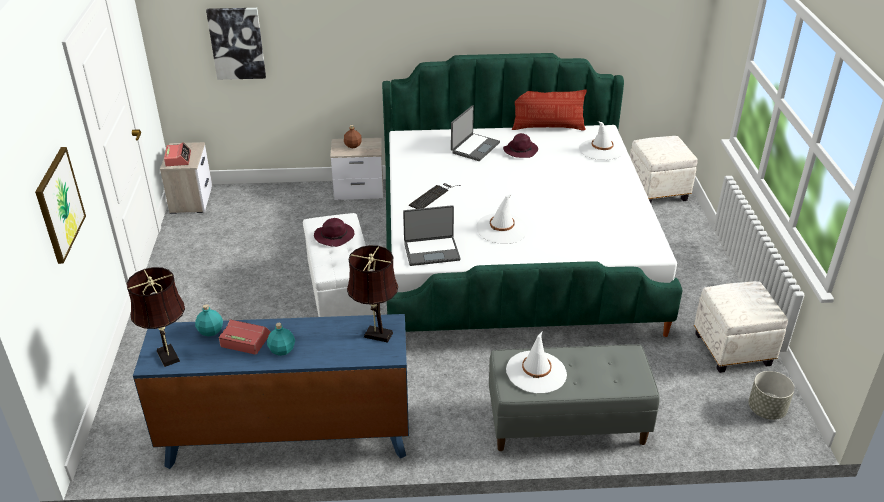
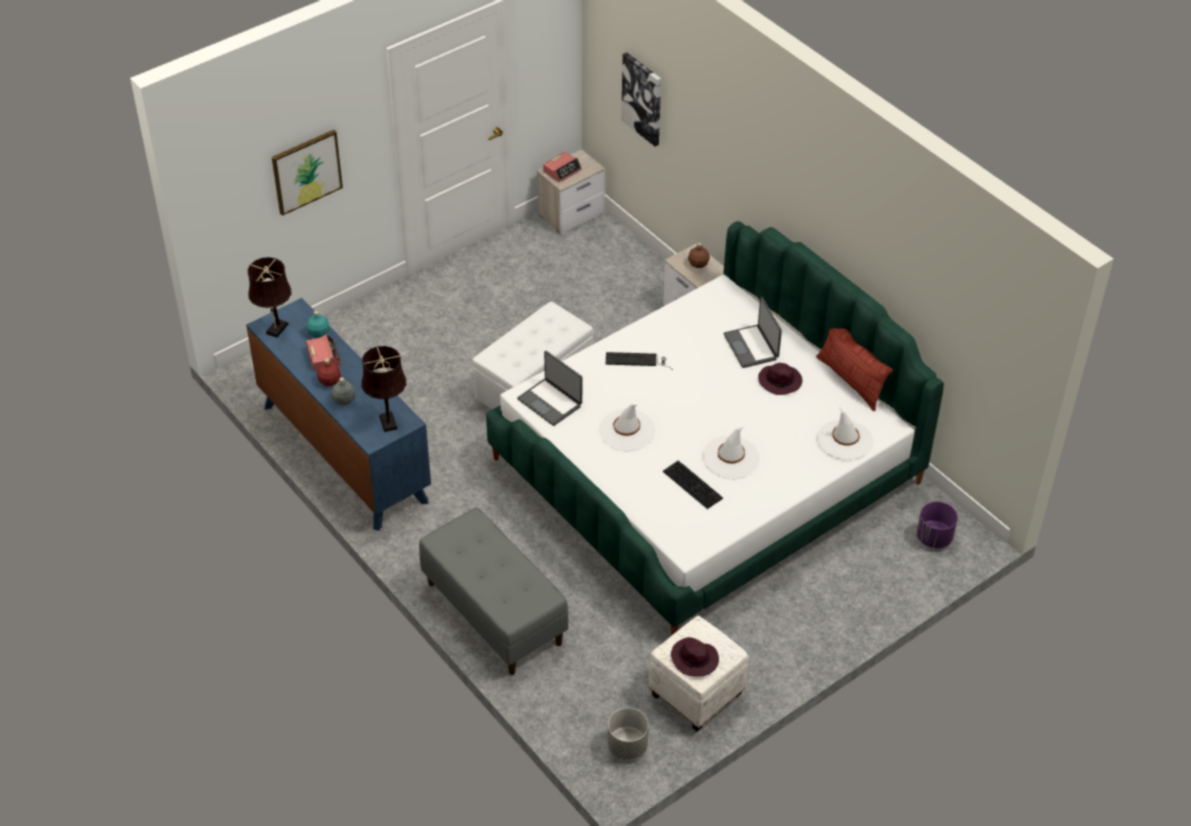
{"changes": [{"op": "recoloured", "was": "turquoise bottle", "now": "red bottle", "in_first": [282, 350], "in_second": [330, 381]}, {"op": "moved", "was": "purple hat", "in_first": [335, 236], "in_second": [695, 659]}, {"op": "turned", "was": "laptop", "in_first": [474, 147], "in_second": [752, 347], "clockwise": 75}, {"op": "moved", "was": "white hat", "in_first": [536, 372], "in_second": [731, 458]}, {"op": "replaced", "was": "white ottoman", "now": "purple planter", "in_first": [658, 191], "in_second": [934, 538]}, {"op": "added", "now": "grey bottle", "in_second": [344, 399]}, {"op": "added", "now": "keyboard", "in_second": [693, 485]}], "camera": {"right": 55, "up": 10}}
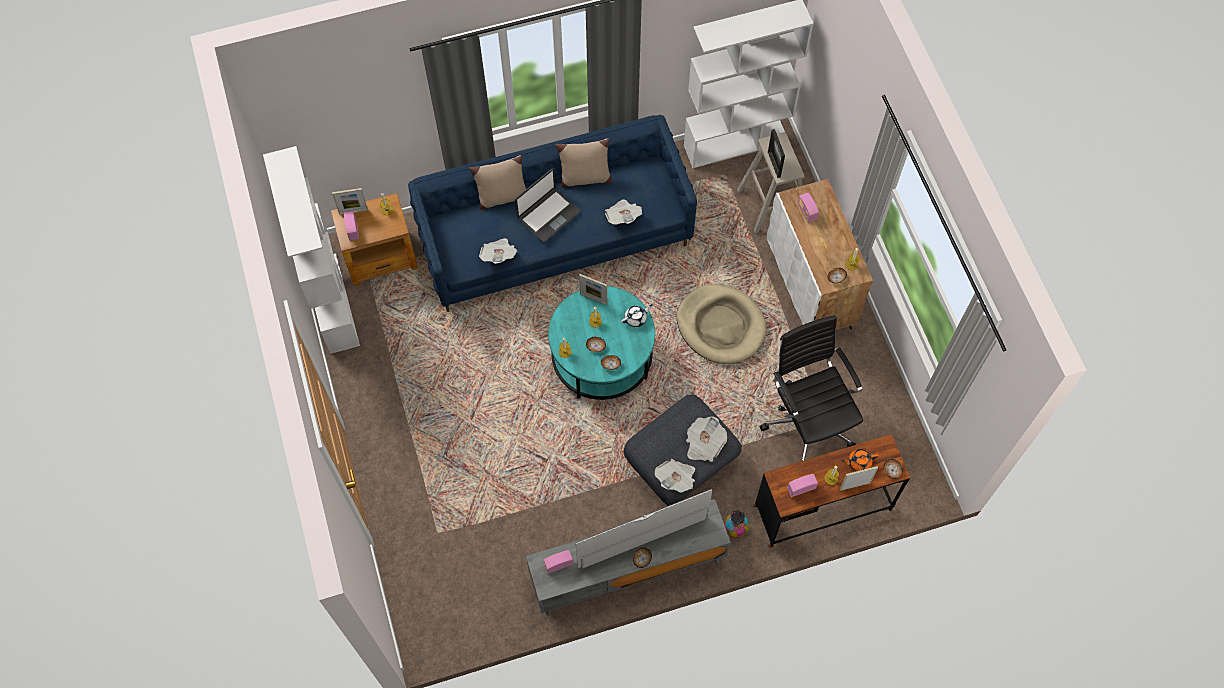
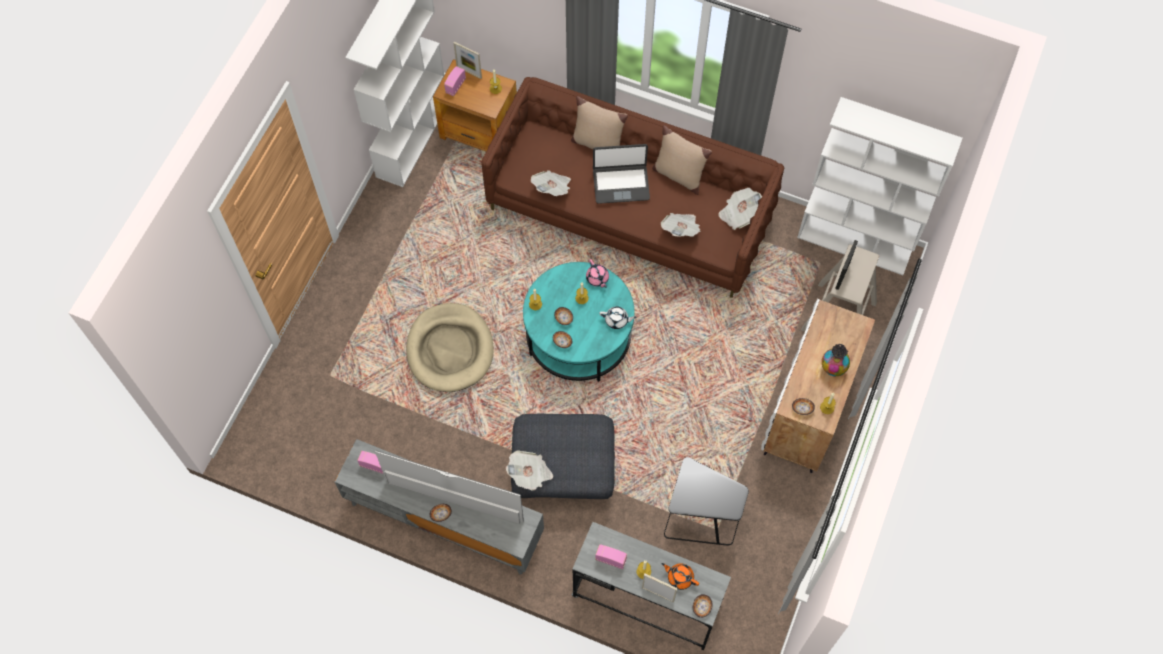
{"changes": [{"op": "recoloured", "was": "blue sofa", "now": "brown sofa", "in_first": [555, 237], "in_second": [630, 212]}, {"op": "replaced", "was": "picture frame", "now": "pink teapot", "in_first": [593, 298], "in_second": [597, 278]}, {"op": "moved", "was": "beige dog bed", "in_first": [721, 326], "in_second": [450, 349]}, {"op": "moved", "was": "newspaper", "in_first": [704, 444], "in_second": [739, 214]}, {"op": "moved", "was": "vase", "in_first": [735, 529], "in_second": [833, 368]}, {"op": "recoloured", "was": "brown desk", "now": "grey desk", "in_first": [822, 508], "in_second": [646, 600]}, {"op": "replaced", "was": "black office chair", "now": "black side table", "in_first": [808, 421], "in_second": [701, 520]}, {"op": "removed", "was": "radio", "in_first": [806, 212]}], "camera": {"right": 40, "up": 0}}
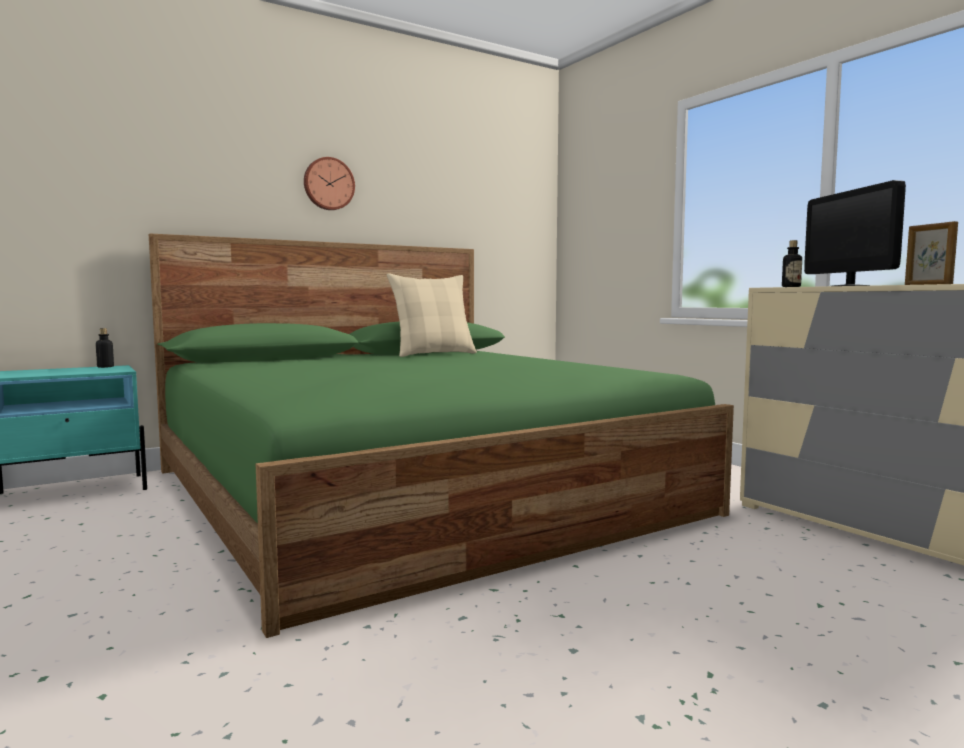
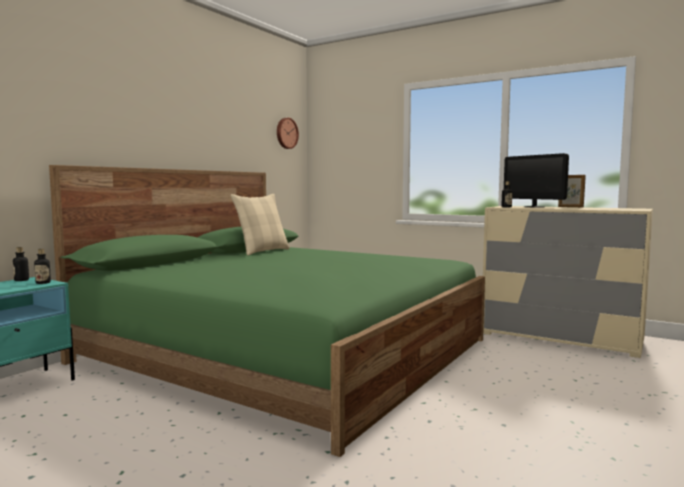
{"changes": [{"op": "moved", "was": "wall clock", "in_first": [328, 184], "in_second": [286, 133]}, {"op": "added", "now": "bottle", "in_second": [43, 283]}], "camera": {"right": -25, "up": 0}}
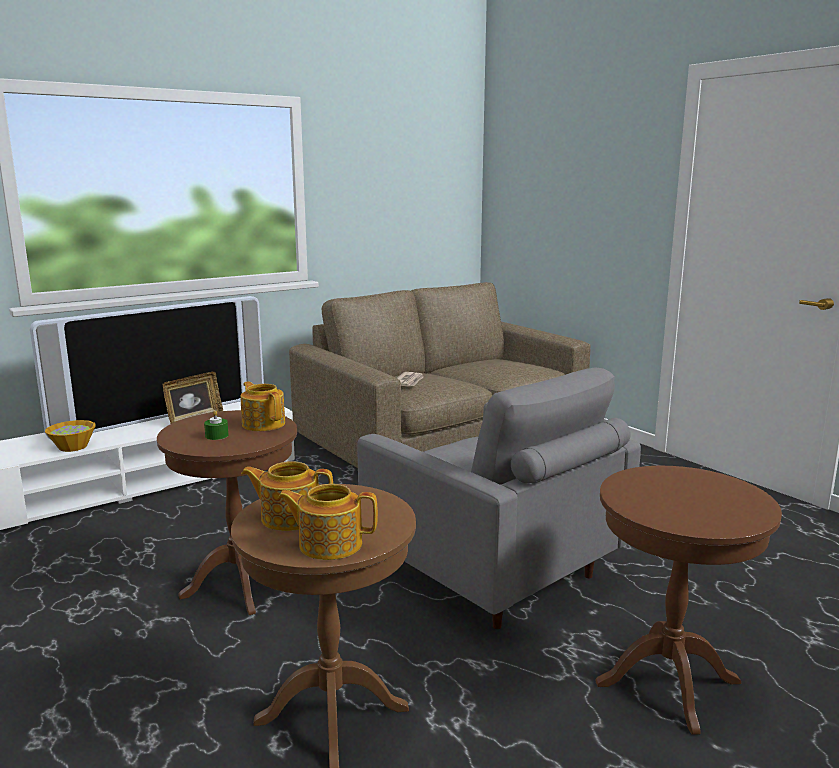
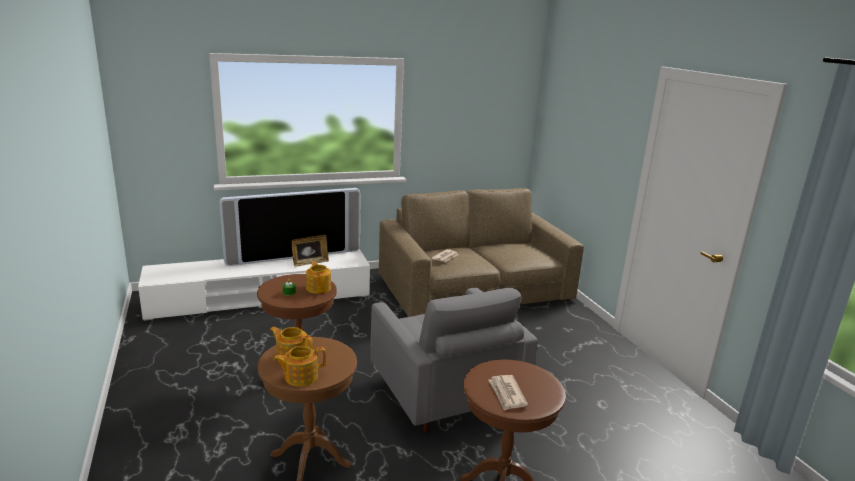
{"changes": [{"op": "removed", "was": "bowl", "in_first": [73, 447]}, {"op": "turned", "was": "teapot", "in_first": [329, 544], "in_second": [300, 377], "clockwise": -45}, {"op": "added", "now": "newspaper", "in_second": [507, 394]}], "camera": {"right": 15, "up": 5}}
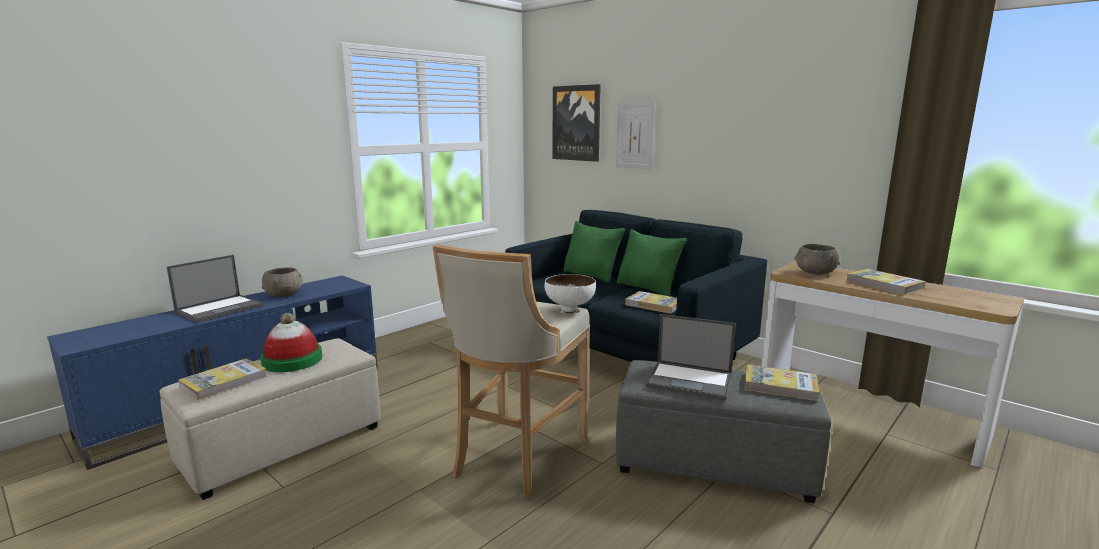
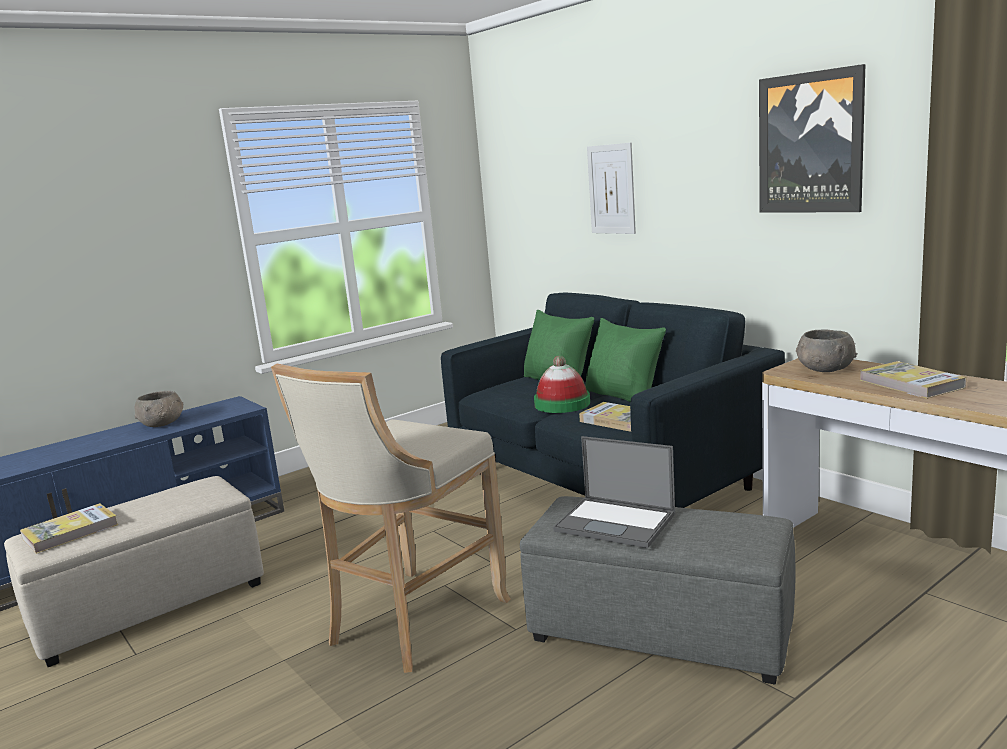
{"changes": [{"op": "removed", "was": "laptop", "in_first": [220, 309]}, {"op": "moved", "was": "hat", "in_first": [292, 360], "in_second": [562, 404]}, {"op": "removed", "was": "white bowl", "in_first": [570, 310]}, {"op": "moved", "was": "picture", "in_first": [576, 123], "in_second": [810, 143]}, {"op": "removed", "was": "book", "in_first": [780, 386]}], "camera": {"right": 10, "up": 0}}
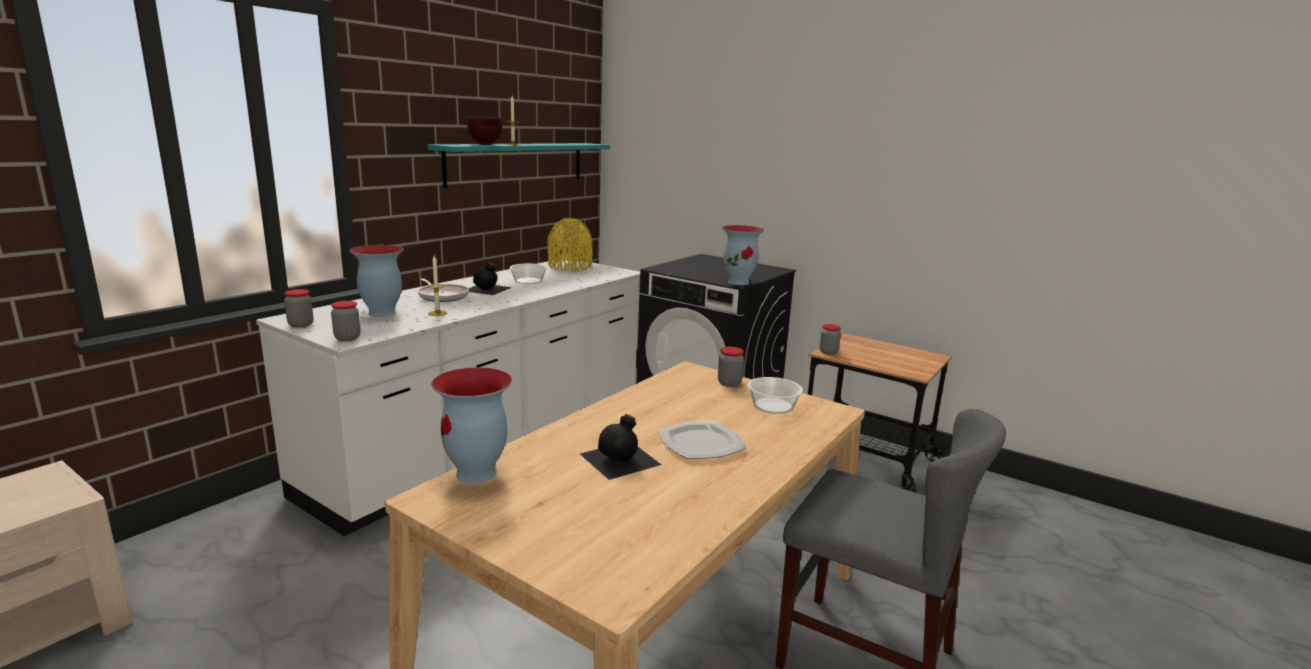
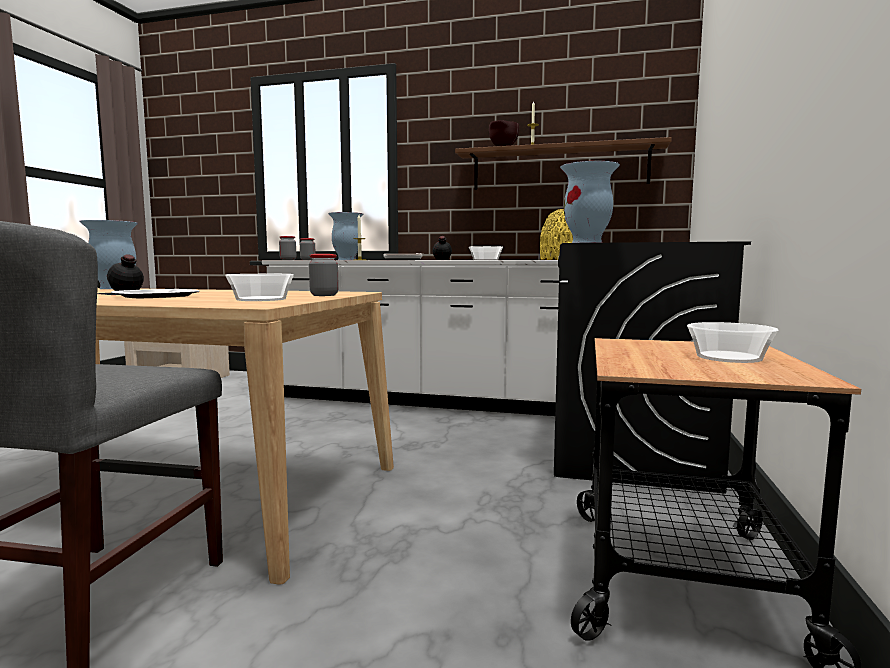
{"changes": [{"op": "recoloured", "was": "turquoise shelf", "now": "brown shelf", "in_first": [517, 163], "in_second": [559, 168]}, {"op": "removed", "was": "jar", "in_first": [828, 352]}, {"op": "added", "now": "bowl", "in_second": [730, 357]}], "camera": {"right": 70, "up": -10}}
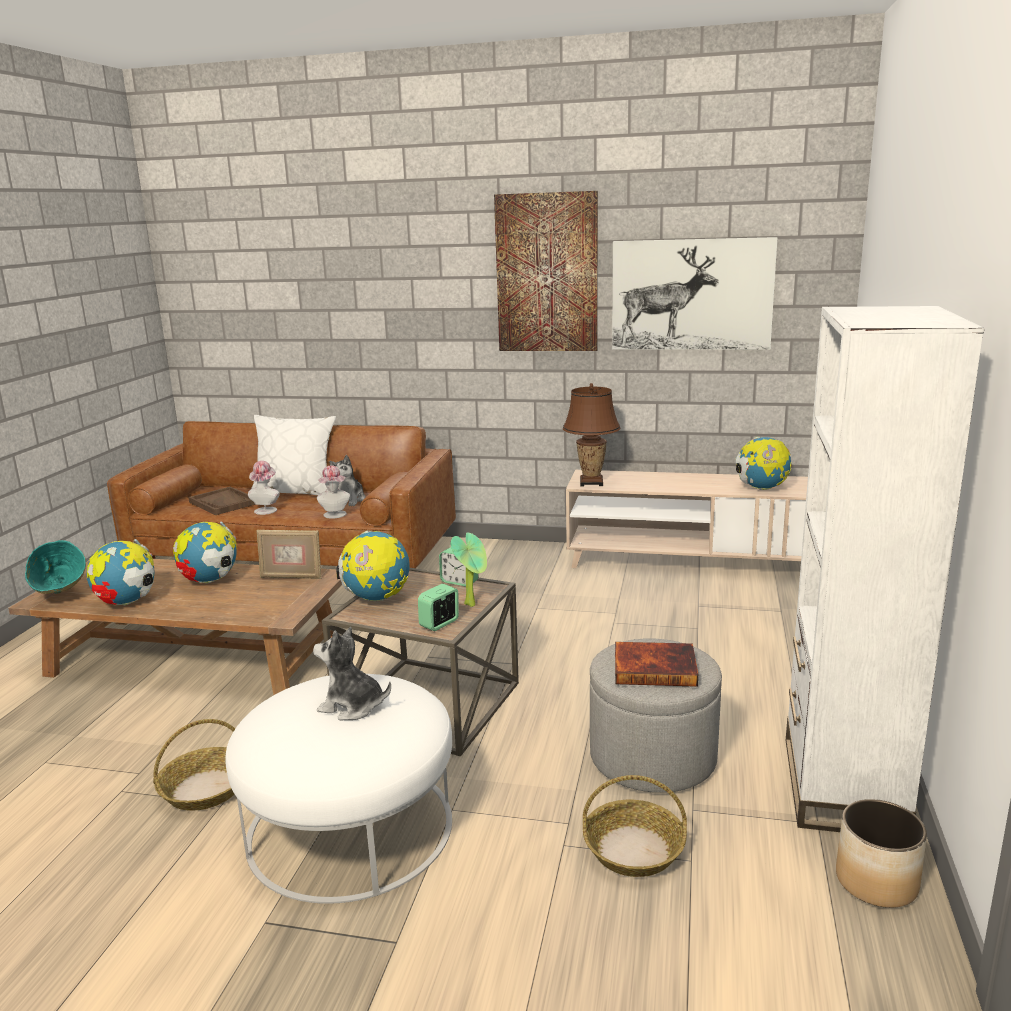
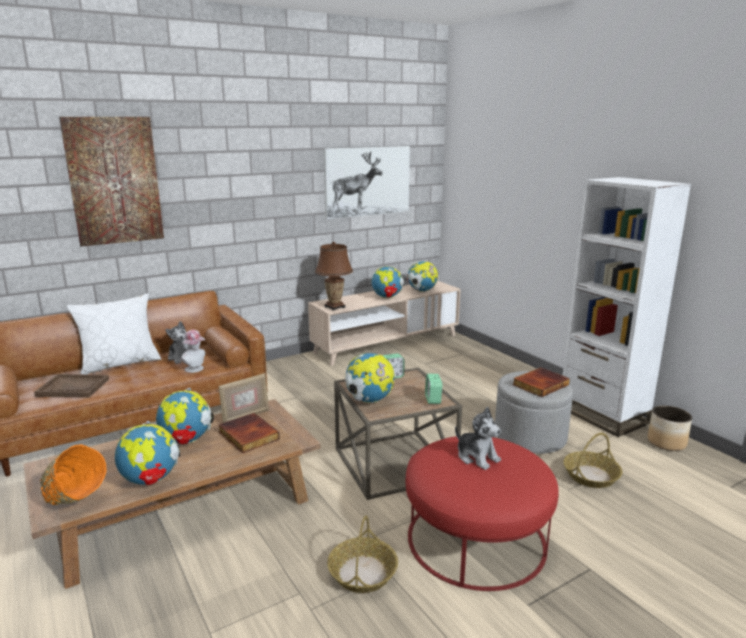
{"changes": [{"op": "recoloured", "was": "turquoise bowl", "now": "orange bowl", "in_first": [62, 598], "in_second": [76, 503]}, {"op": "recoloured", "was": "white ottoman", "now": "red ottoman", "in_first": [350, 826], "in_second": [475, 539]}, {"op": "removed", "was": "hat", "in_first": [267, 509]}, {"op": "turned", "was": "plush toy", "in_first": [352, 707], "in_second": [477, 457], "clockwise": -105}, {"op": "removed", "was": "potted plant", "in_first": [473, 604]}, {"op": "moved", "was": "picture", "in_first": [547, 273], "in_second": [114, 181]}, {"op": "added", "now": "book", "in_second": [247, 436]}, {"op": "added", "now": "globe", "in_second": [387, 297]}], "camera": {"right": -45, "up": 0}}
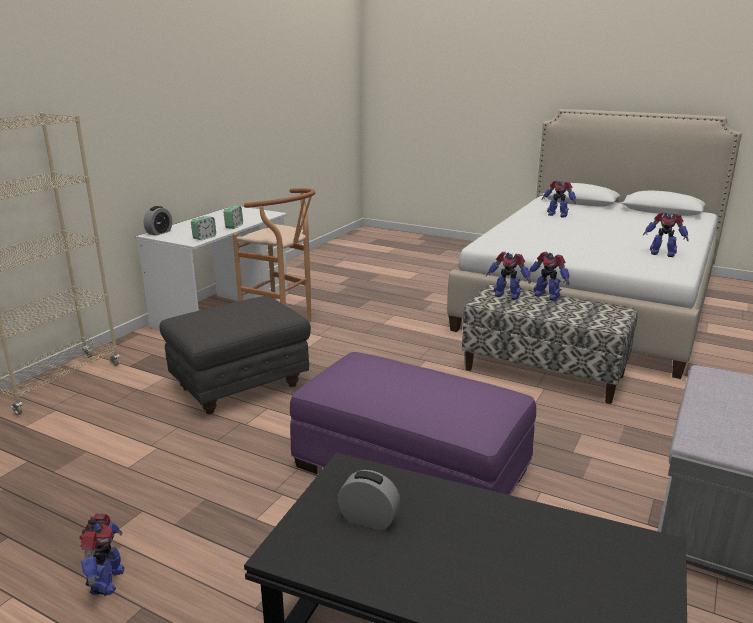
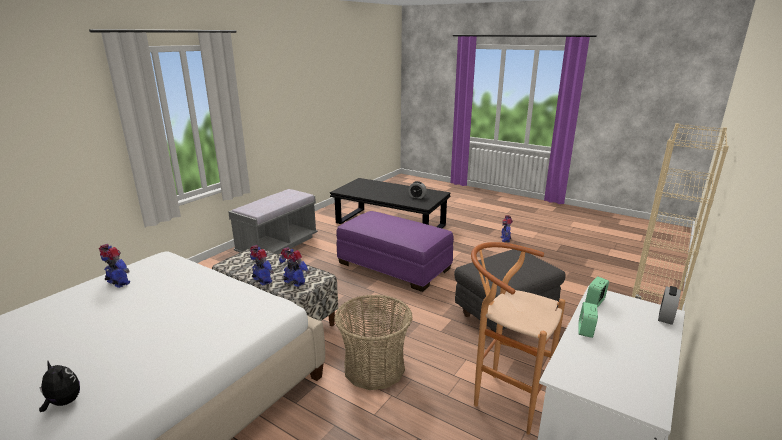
{"changes": [{"op": "replaced", "was": "toy robot", "now": "plush toy", "in_first": [557, 215], "in_second": [63, 403]}, {"op": "added", "now": "basket", "in_second": [374, 368]}], "camera": {"right": -175, "up": 0}}
